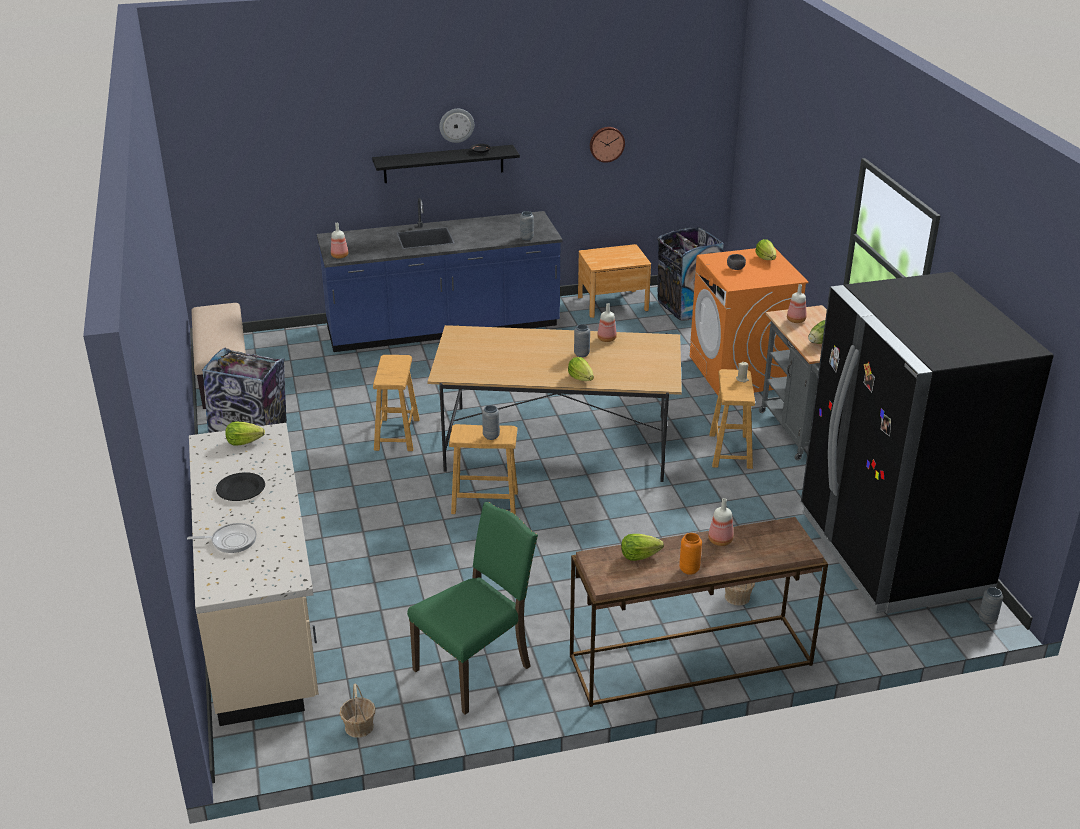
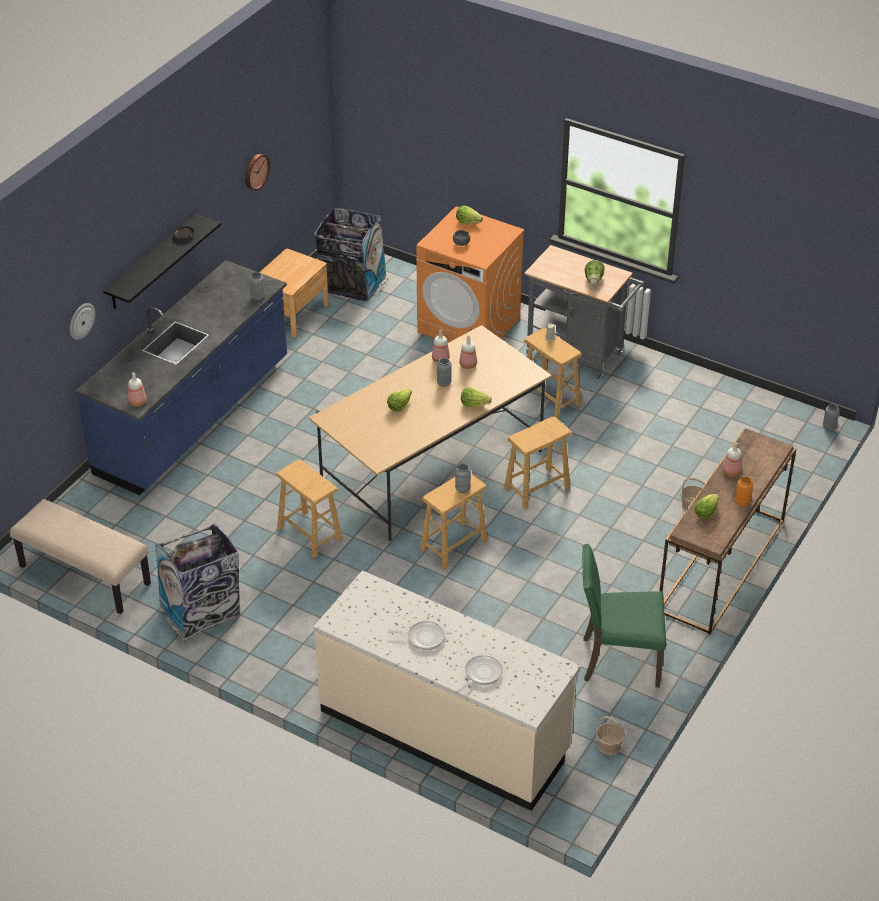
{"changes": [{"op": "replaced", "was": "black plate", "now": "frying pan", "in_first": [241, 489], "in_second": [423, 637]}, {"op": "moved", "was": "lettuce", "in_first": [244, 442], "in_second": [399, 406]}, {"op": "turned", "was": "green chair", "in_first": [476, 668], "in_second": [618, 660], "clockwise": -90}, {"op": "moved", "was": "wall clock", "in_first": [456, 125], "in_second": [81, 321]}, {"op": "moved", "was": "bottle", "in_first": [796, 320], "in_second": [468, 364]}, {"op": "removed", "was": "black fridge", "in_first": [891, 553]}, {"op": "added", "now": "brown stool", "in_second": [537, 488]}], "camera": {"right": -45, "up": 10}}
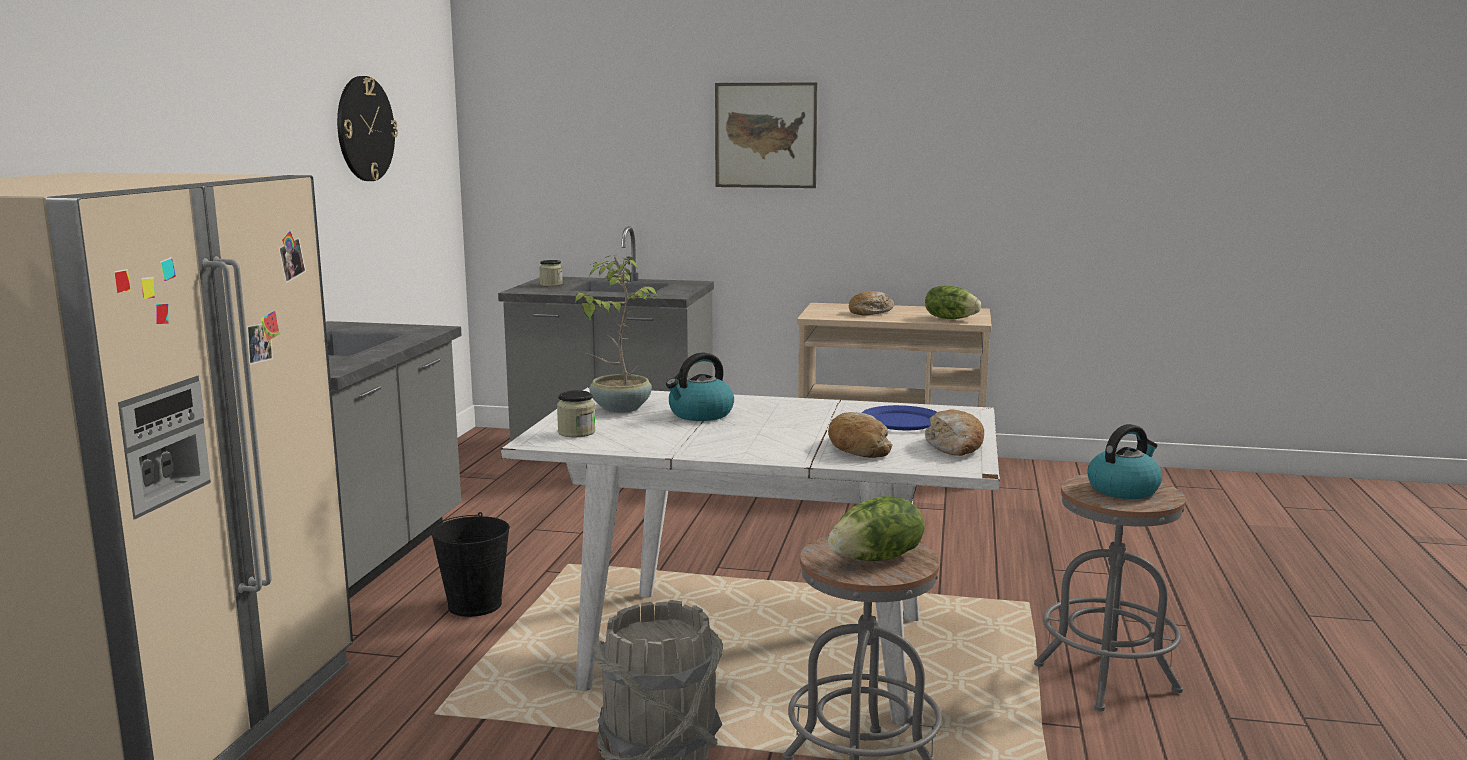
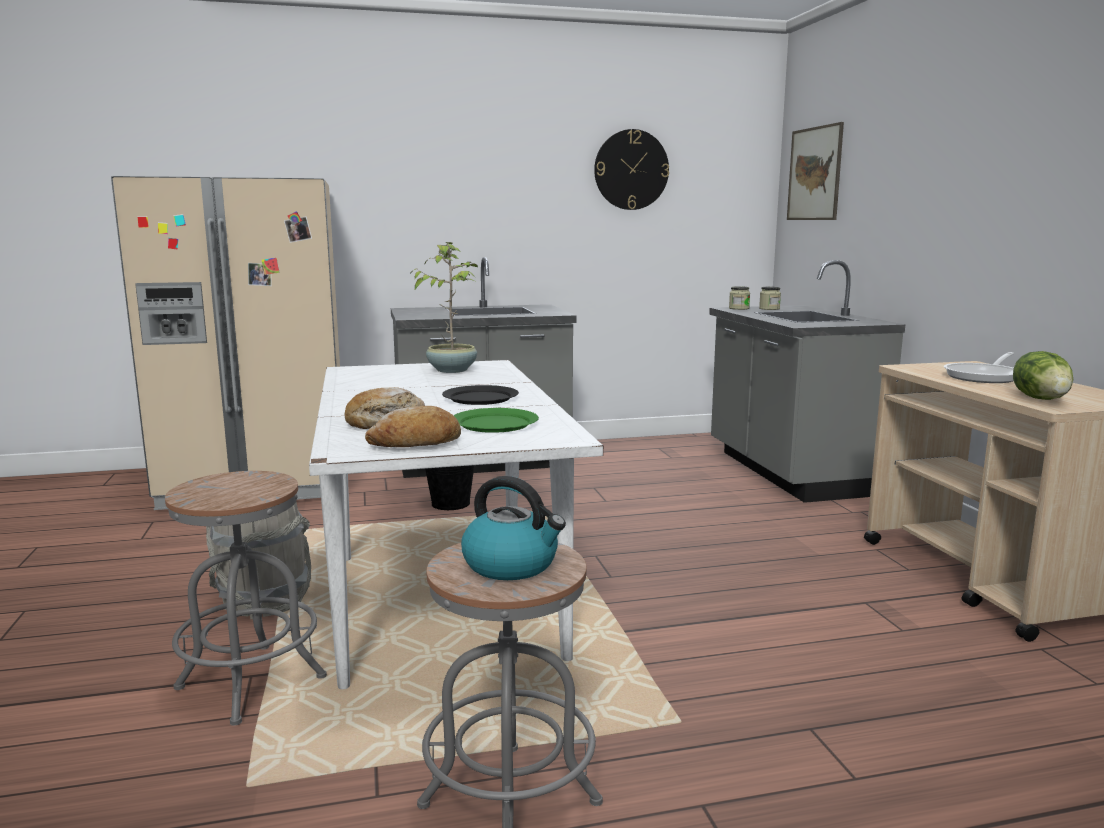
{"changes": [{"op": "moved", "was": "jar", "in_first": [576, 432], "in_second": [739, 308]}, {"op": "removed", "was": "kettle", "in_first": [700, 414]}, {"op": "moved", "was": "picture", "in_first": [765, 135], "in_second": [814, 174]}, {"op": "removed", "was": "lettuce", "in_first": [877, 559]}, {"op": "replaced", "was": "bread", "now": "frying pan", "in_first": [871, 312], "in_second": [985, 376]}, {"op": "recoloured", "was": "blue plate", "now": "green plate", "in_first": [901, 421], "in_second": [495, 423]}, {"op": "added", "now": "black plate", "in_second": [480, 398]}], "camera": {"right": 65, "up": 0}}
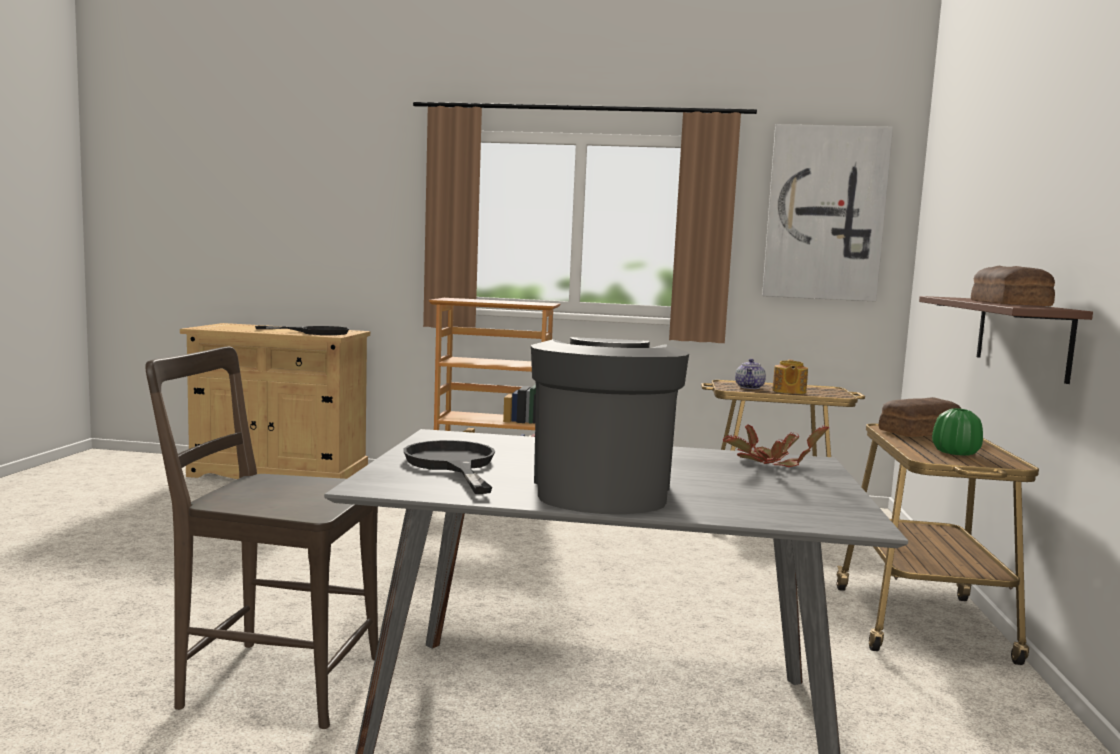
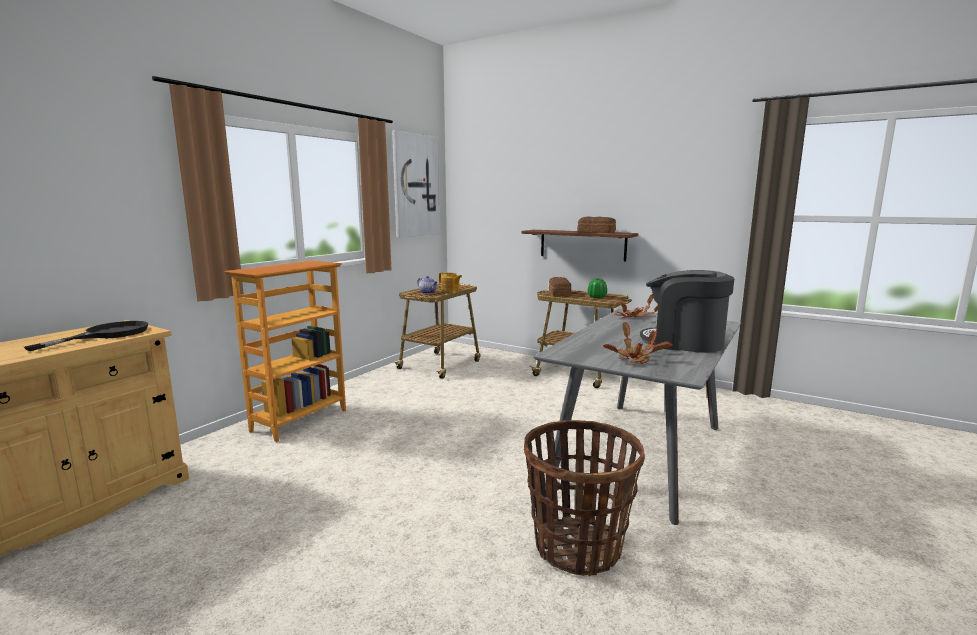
{"changes": [{"op": "replaced", "was": "brown chair", "now": "basket", "in_first": [272, 681], "in_second": [577, 546]}, {"op": "replaced", "was": "black frying pan", "now": "potted plant", "in_first": [452, 464], "in_second": [634, 358]}], "camera": {"right": -65, "up": 5}}
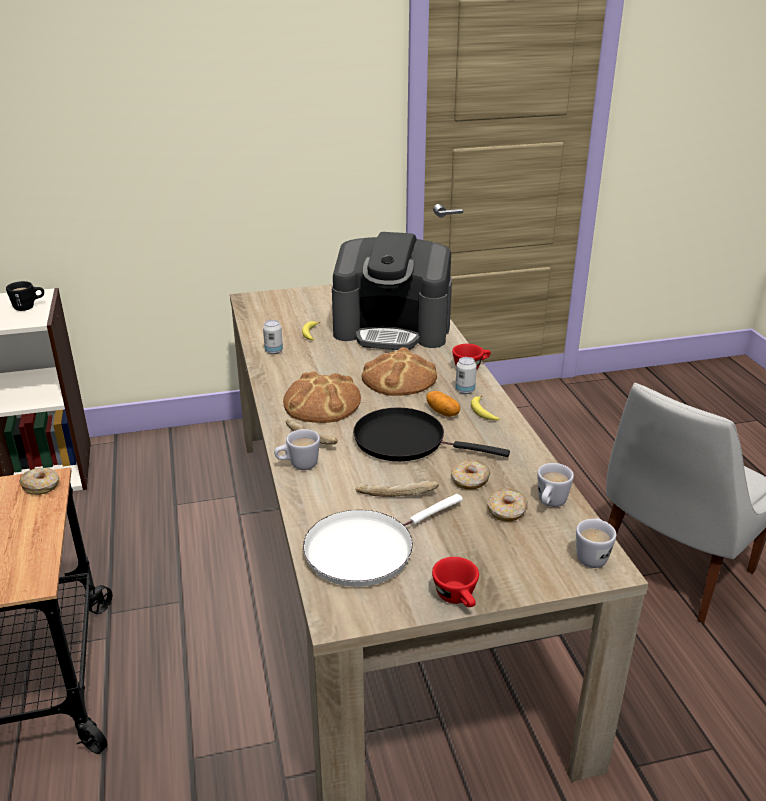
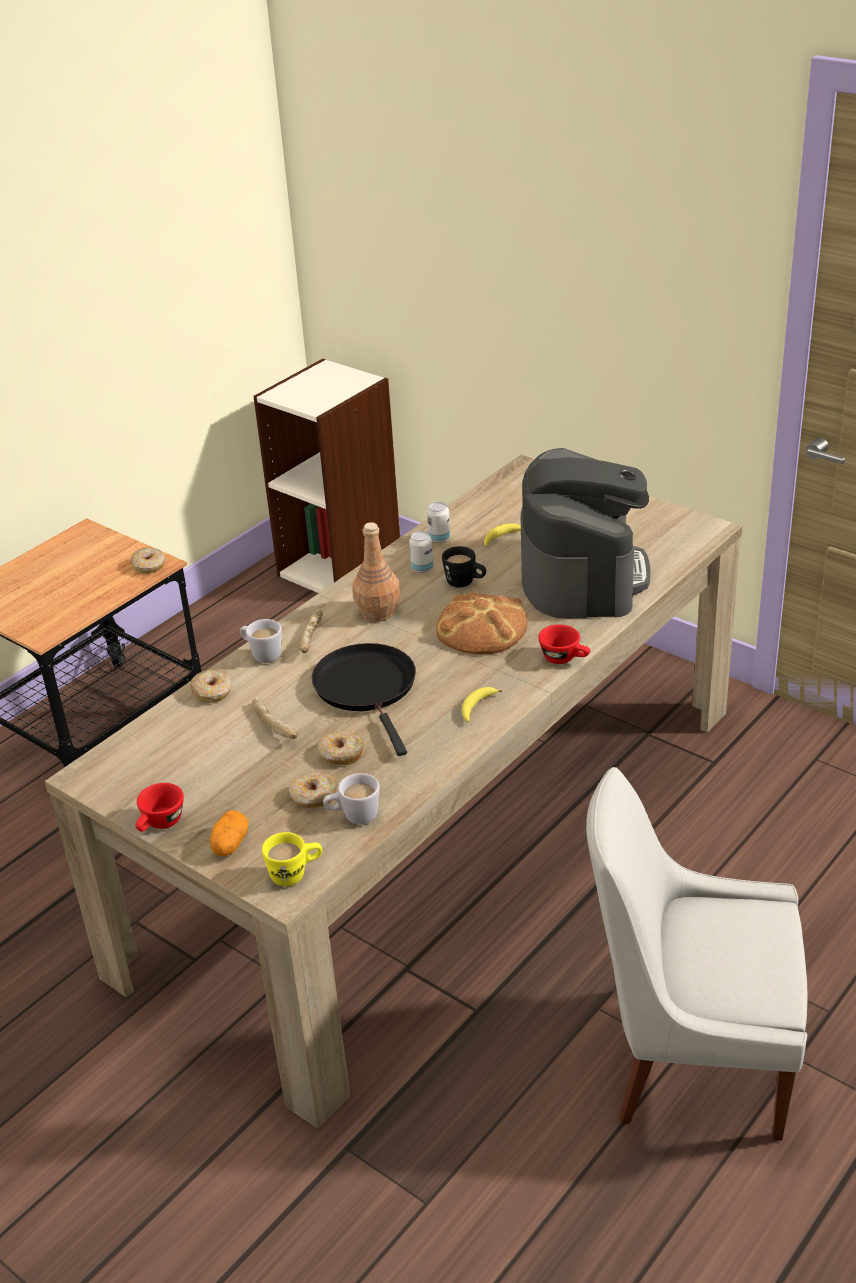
{"changes": [{"op": "moved", "was": "black mug", "in_first": [29, 307], "in_second": [465, 583]}, {"op": "replaced", "was": "bread", "now": "brown bottle", "in_first": [322, 403], "in_second": [378, 612]}, {"op": "removed", "was": "white frying pan", "in_first": [365, 550]}, {"op": "turned", "was": "coffee machine", "in_first": [393, 329], "in_second": [582, 575], "clockwise": -150}, {"op": "moved", "was": "potato", "in_first": [443, 412], "in_second": [230, 844]}, {"op": "moved", "was": "can", "in_first": [465, 390], "in_second": [422, 569]}, {"op": "recoloured", "was": "white mug", "now": "yellow mug", "in_first": [592, 555], "in_second": [295, 874]}, {"op": "added", "now": "donut", "in_second": [212, 692]}], "camera": {"right": 55, "up": 5}}
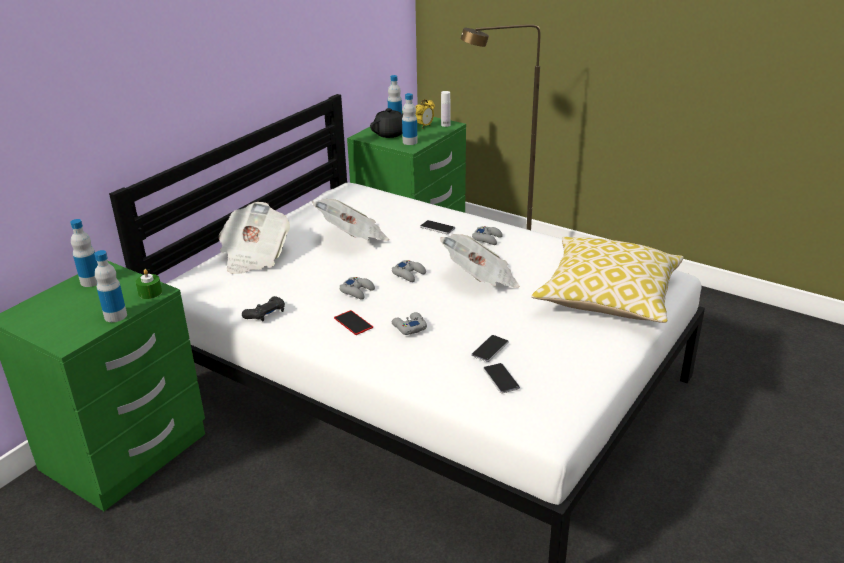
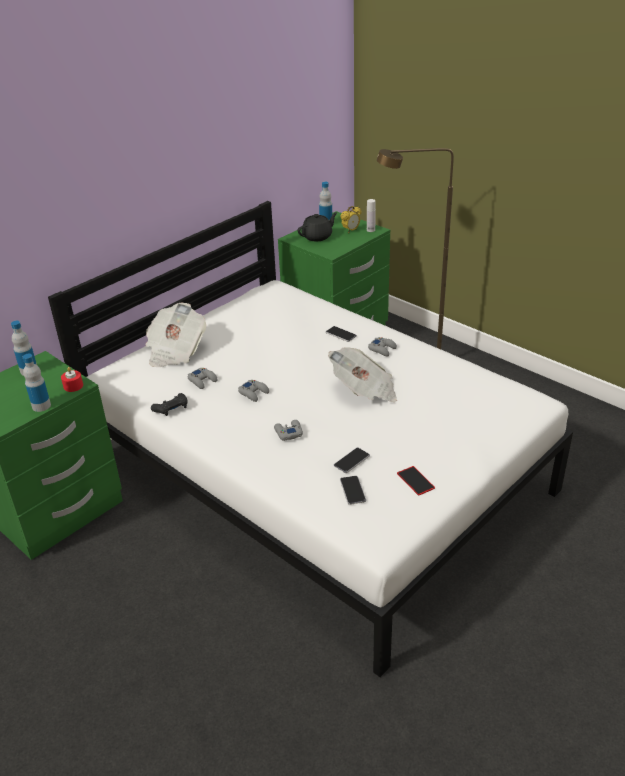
{"changes": [{"op": "recoloured", "was": "green candle", "now": "red candle", "in_first": [150, 292], "in_second": [73, 386]}, {"op": "removed", "was": "newspaper", "in_first": [353, 238]}, {"op": "moved", "was": "phone", "in_first": [353, 322], "in_second": [415, 480]}, {"op": "moved", "was": "grey game controller", "in_first": [409, 274], "in_second": [202, 381]}, {"op": "removed", "was": "bottle", "in_first": [410, 142]}, {"op": "removed", "was": "pillow", "in_first": [607, 296]}], "camera": {"right": 10, "up": 5}}
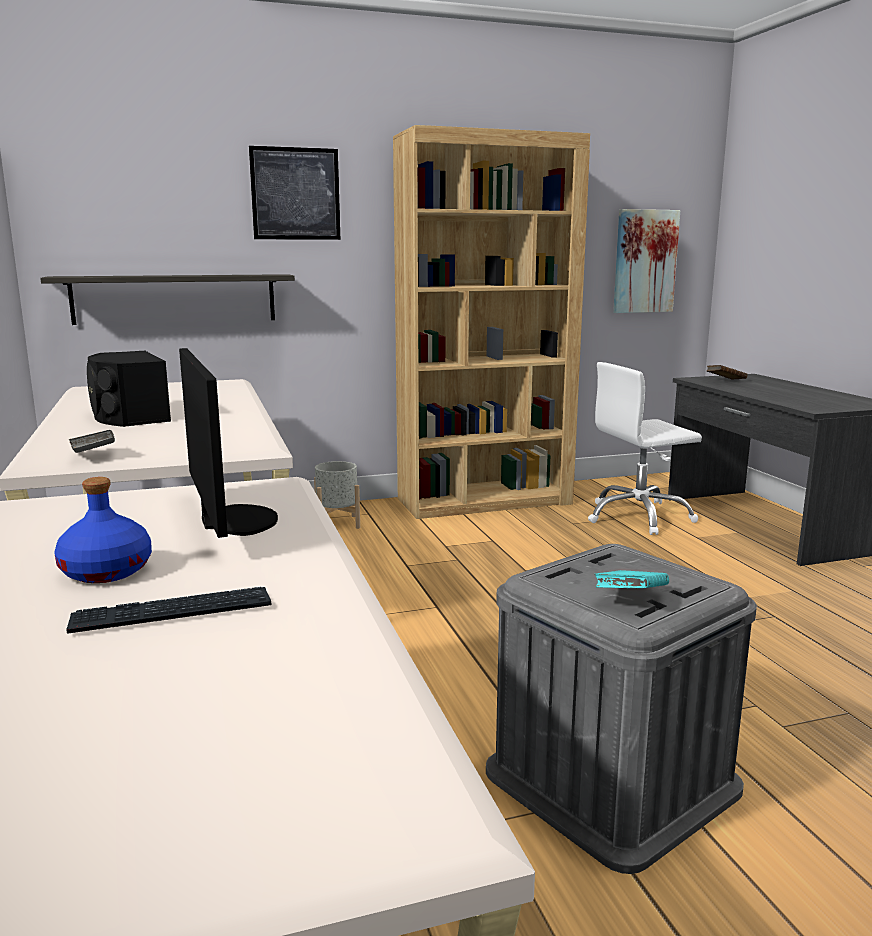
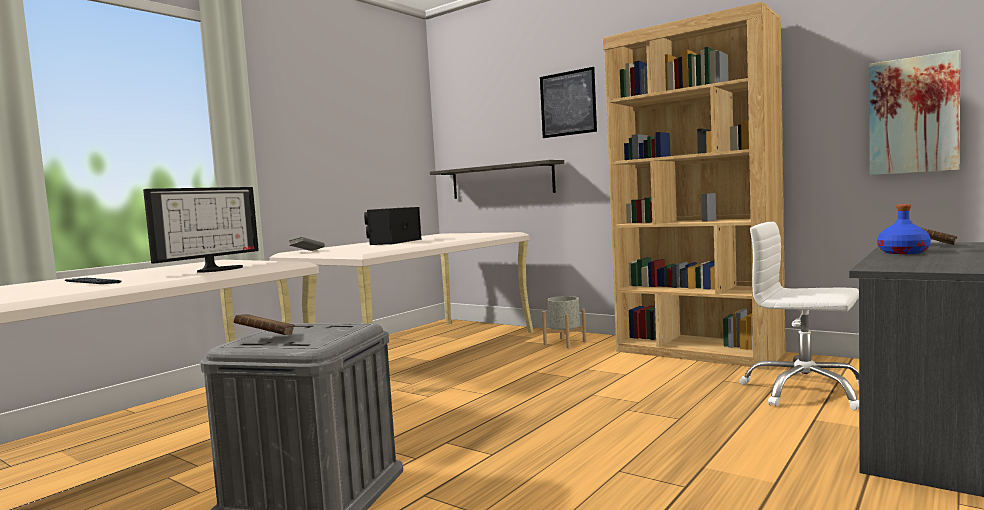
{"changes": [{"op": "moved", "was": "blue bottle", "in_first": [107, 571], "in_second": [904, 252]}, {"op": "recoloured", "was": "turquoise book", "now": "brown book", "in_first": [630, 598], "in_second": [266, 338]}], "camera": {"right": 55, "up": -10}}
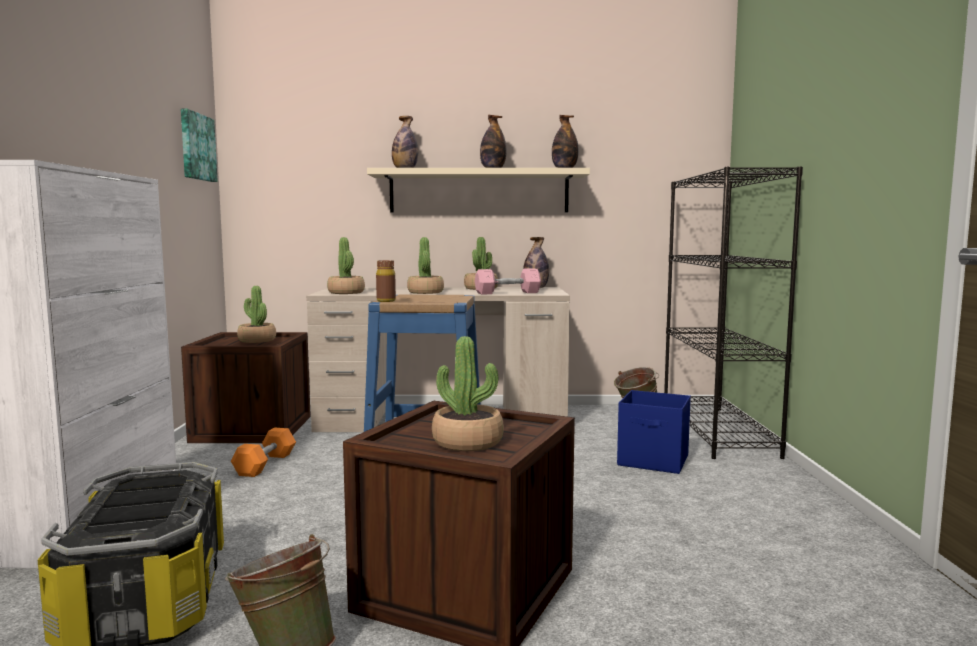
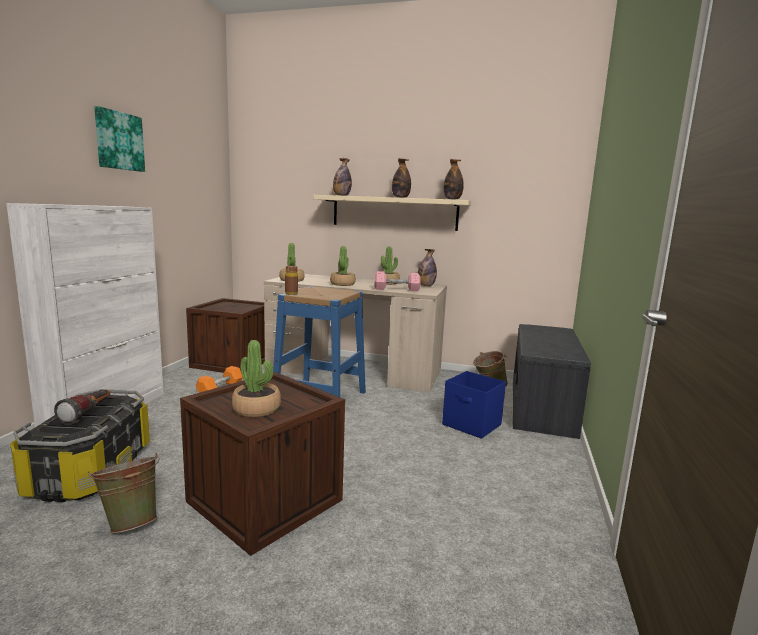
{"changes": [{"op": "moved", "was": "picture", "in_first": [196, 147], "in_second": [118, 141]}, {"op": "removed", "was": "potted plant", "in_first": [257, 340]}, {"op": "replaced", "was": "black bookcase", "now": "grey bench", "in_first": [717, 431], "in_second": [543, 407]}, {"op": "added", "now": "flashlight", "in_second": [88, 414]}], "camera": {"right": 15, "up": 5}}
